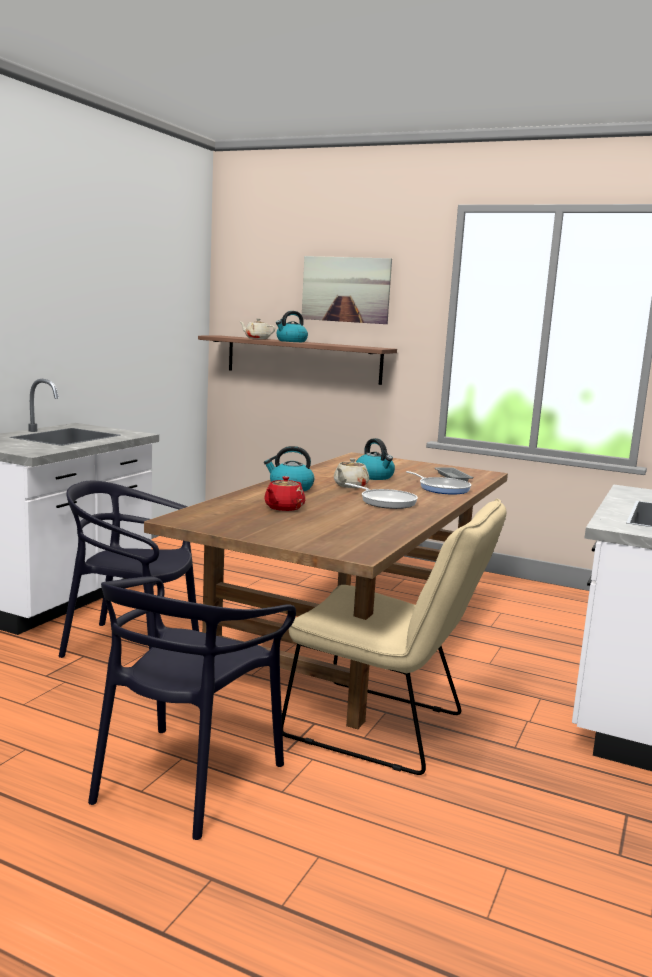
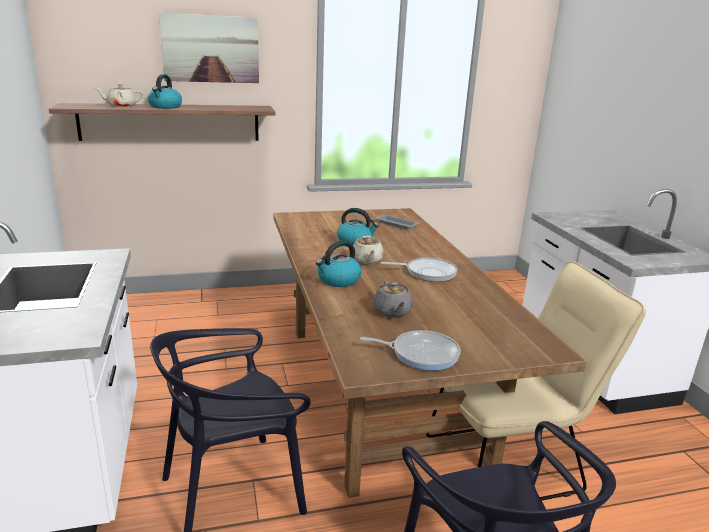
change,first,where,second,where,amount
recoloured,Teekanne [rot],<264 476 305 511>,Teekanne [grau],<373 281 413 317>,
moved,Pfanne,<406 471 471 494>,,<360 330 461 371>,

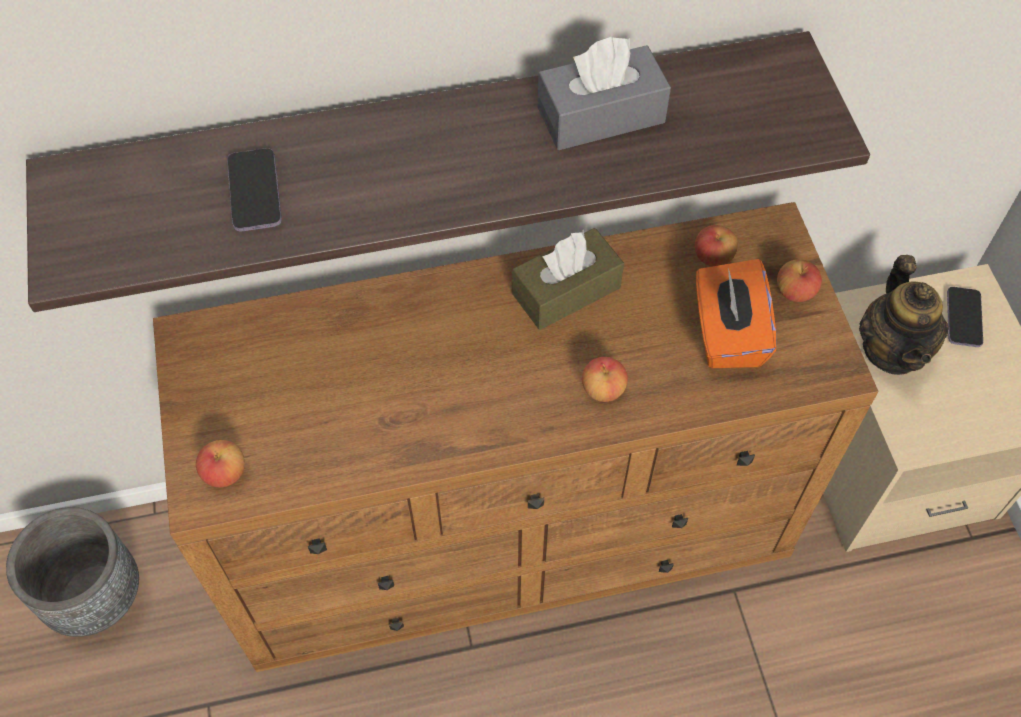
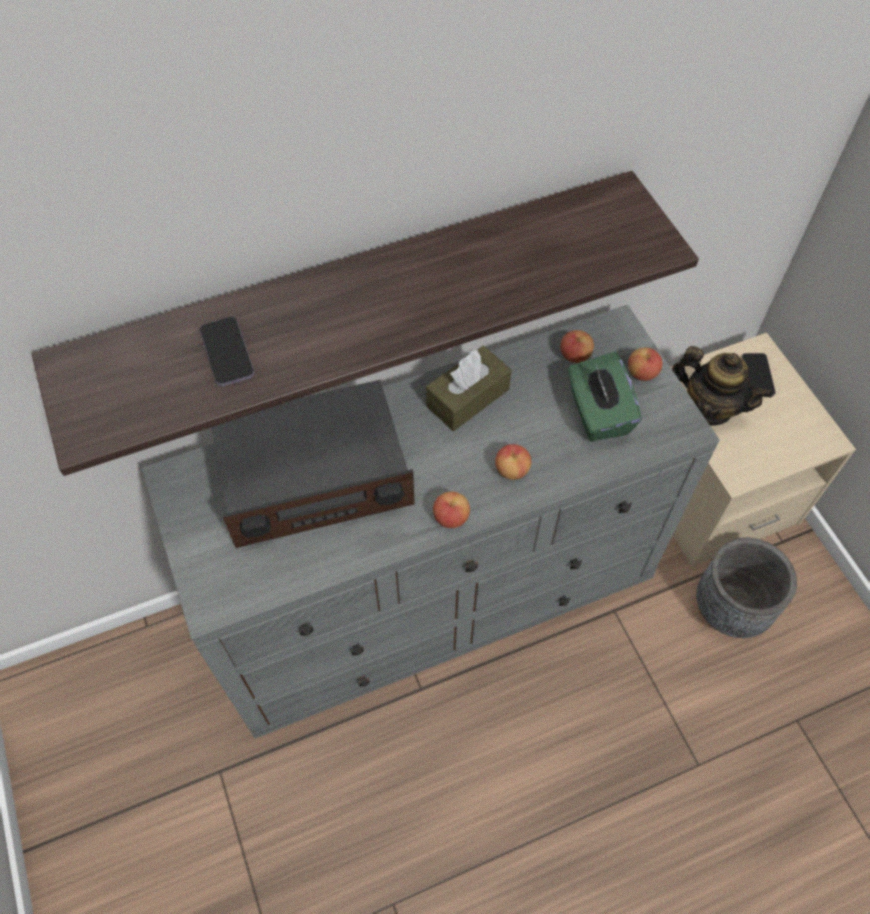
change,first,where,second,where,amount
moved,Pflanzkübel [grau],<6 507 139 637>,,<696 537 797 638>,
recoloured,Kommode [braun],<153 202 878 672>,Kommode [grau],<141 305 719 739>,
moved,Apfel,<196 440 245 488>,,<433 491 470 528>,
removed,Taschentuchbox [grau],<538 37 671 150>,,,
recoloured,Taschentuchbox [orange],<696 259 776 368>,Taschentuchbox [grün],<568 352 642 441>,
turned,Teekanne,<859 255 949 375>,,<672 346 773 426>,45 degrees counterclockwise
added,,,Radio,<211 380 415 548>,

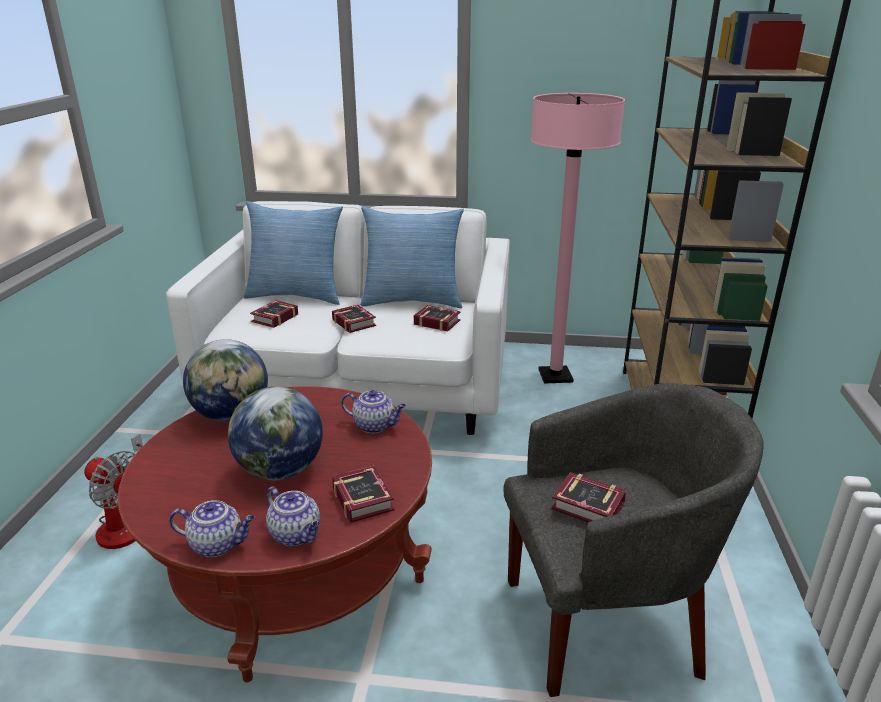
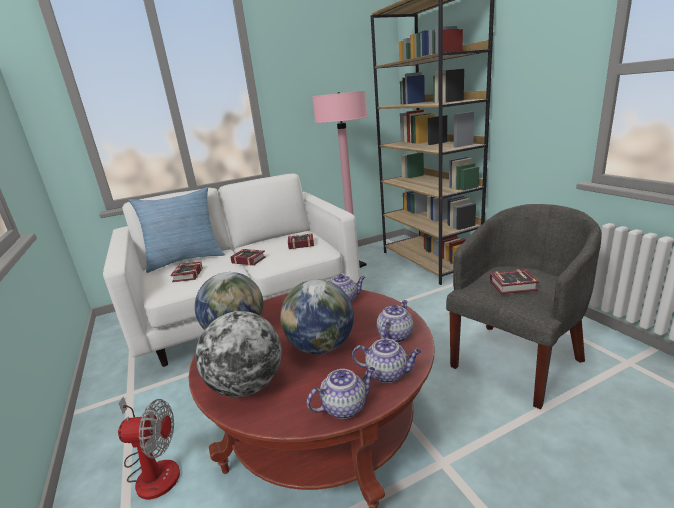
change,first,where,second,where,amount
replaced,Buch,<332 466 394 523>,Teekanne,<377 300 413 343>,
removed,Kissen,<360 207 464 308>,,,
added,,,Globus,<196 311 281 397>,

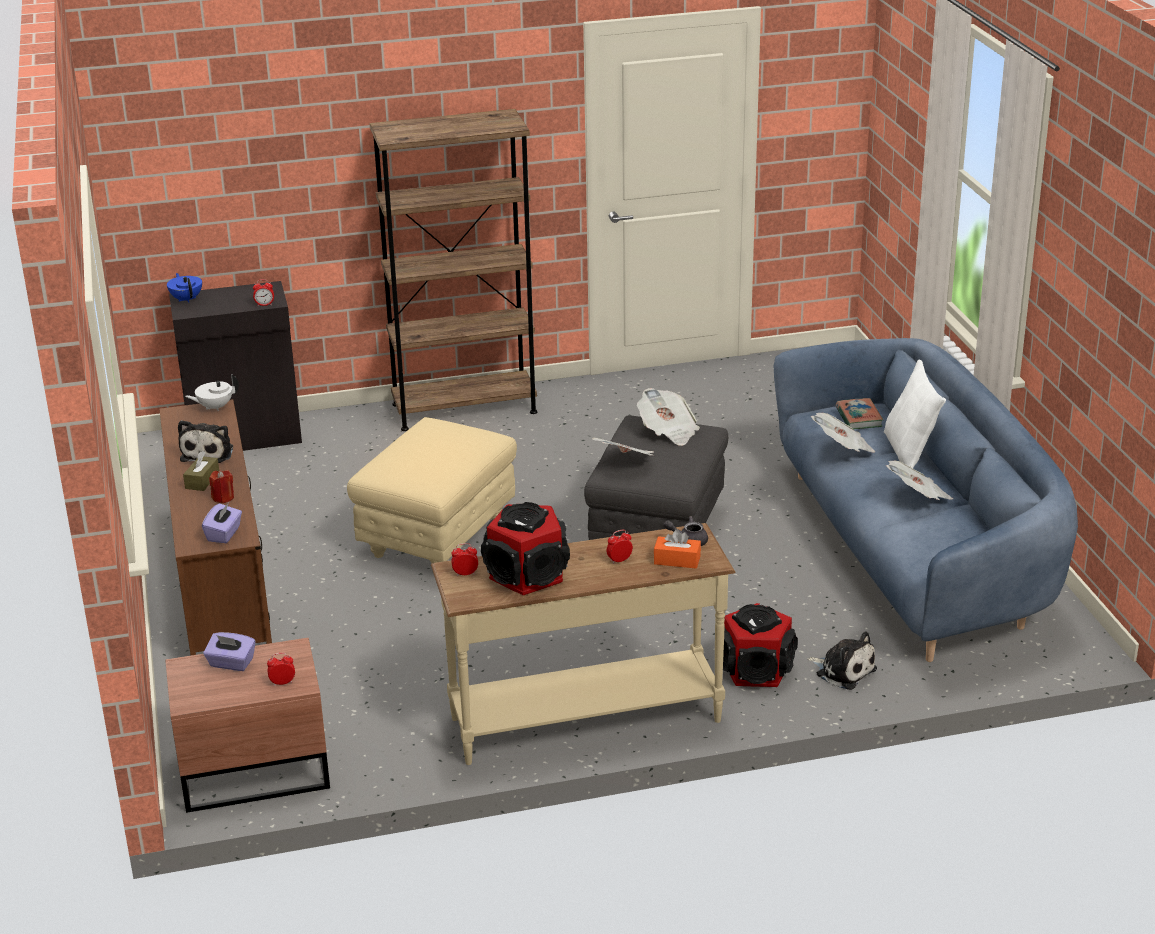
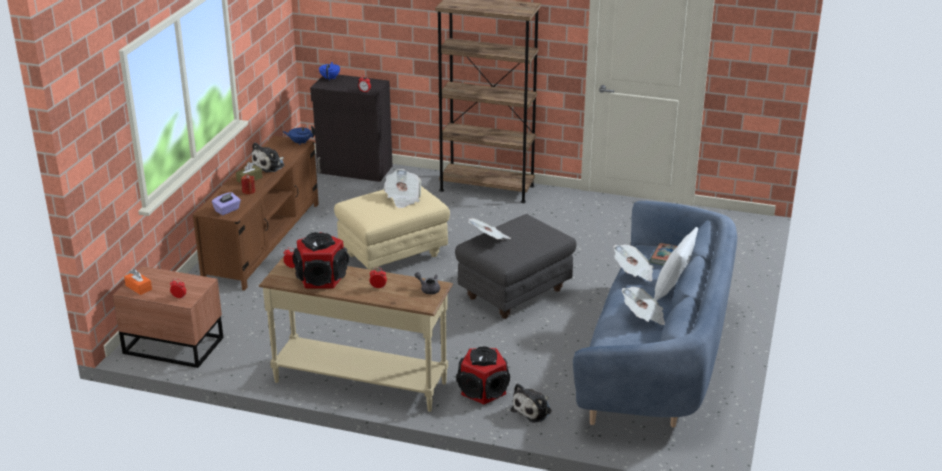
change,first,where,second,where,amount
recoloured,Teekanne [weiß],<185 374 239 411>,Teekanne [blau],<283 125 315 145>,
removed,Taschentuchbox [lila],<203 632 256 671>,,,
moved,Zeitung,<637 388 700 446>,,<384 169 421 208>,
moved,Taschentuchbox [orange],<654 530 701 569>,,<124 269 152 295>,
turned,Plüschtier,<807 631 877 690>,,<511 383 552 423>,60 degrees clockwise

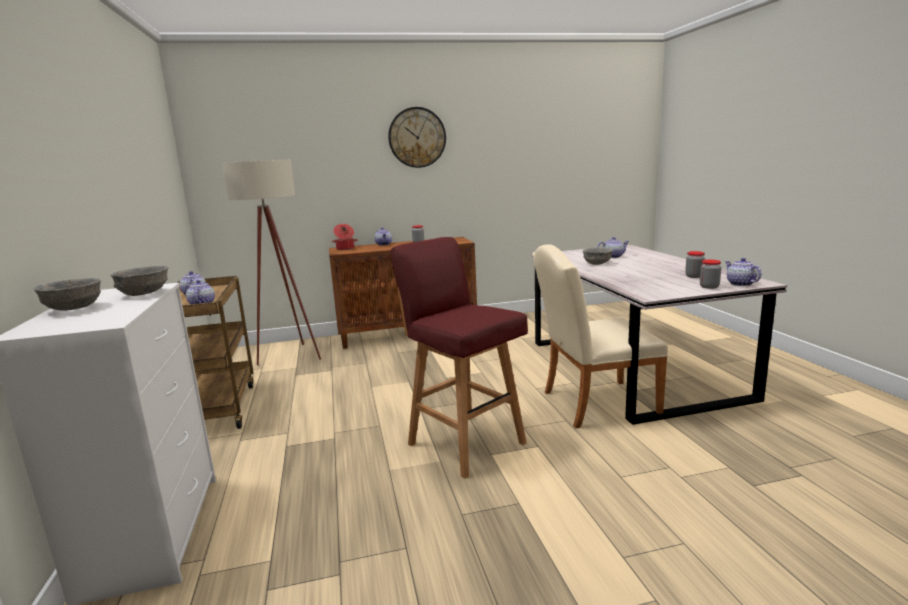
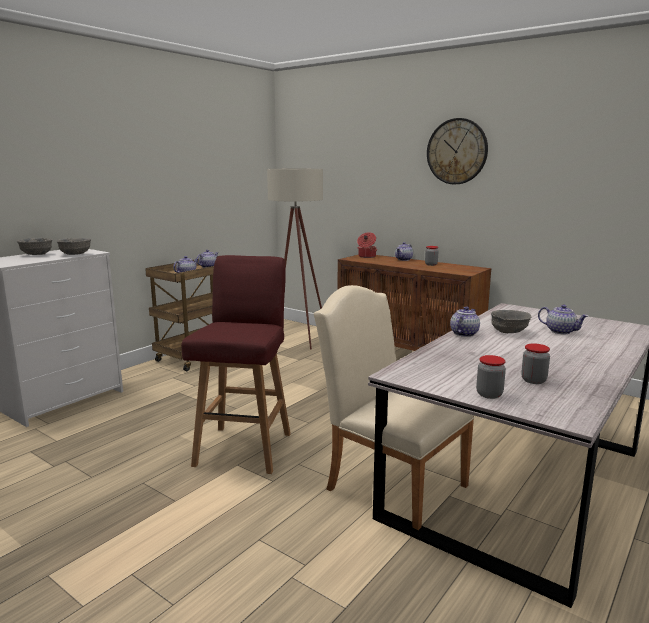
change,first,where,second,where,amount
moved,Teekanne,<725 258 762 286>,,<450 306 480 337>,

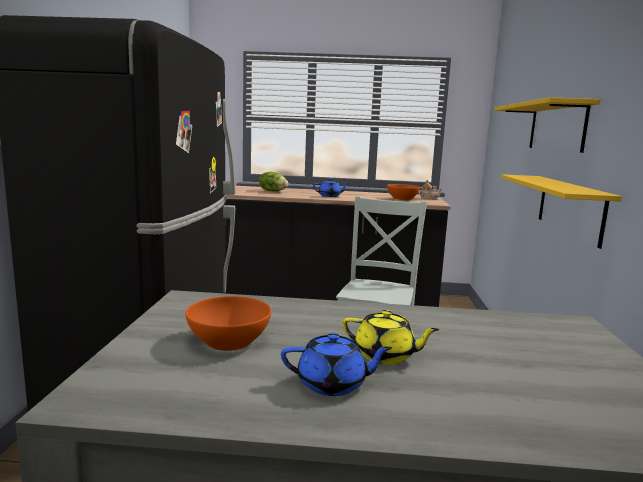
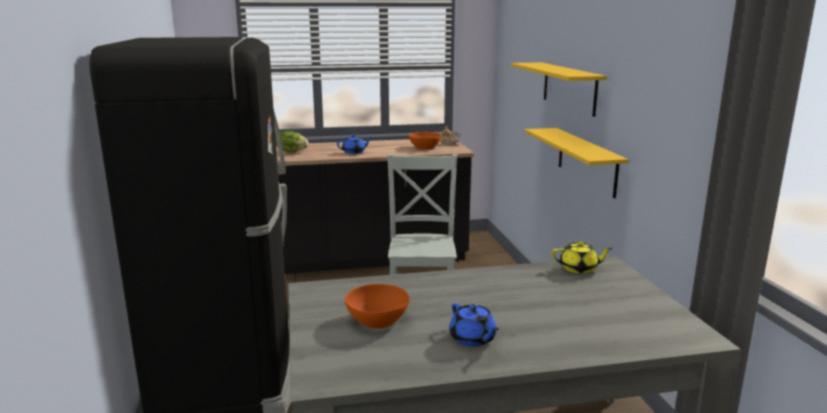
change,first,where,second,where,amount
turned,Teekanne [blau],<281 333 392 396>,,<449 303 499 347>,75 degrees clockwise
moved,Teekanne [gelb],<342 310 439 364>,,<551 241 613 274>,

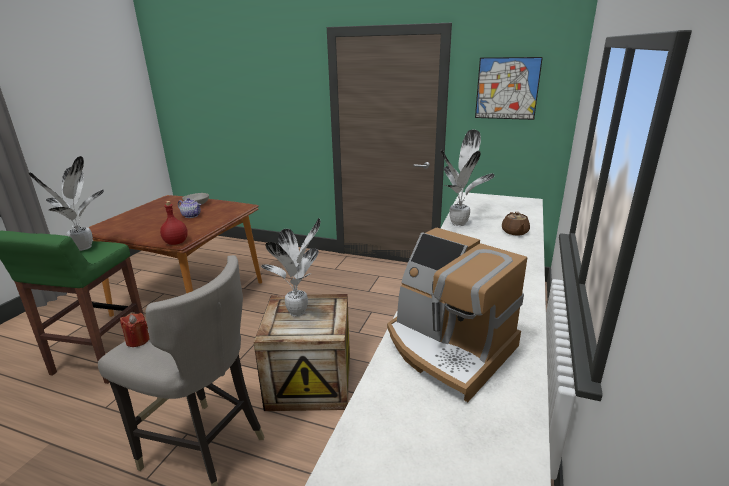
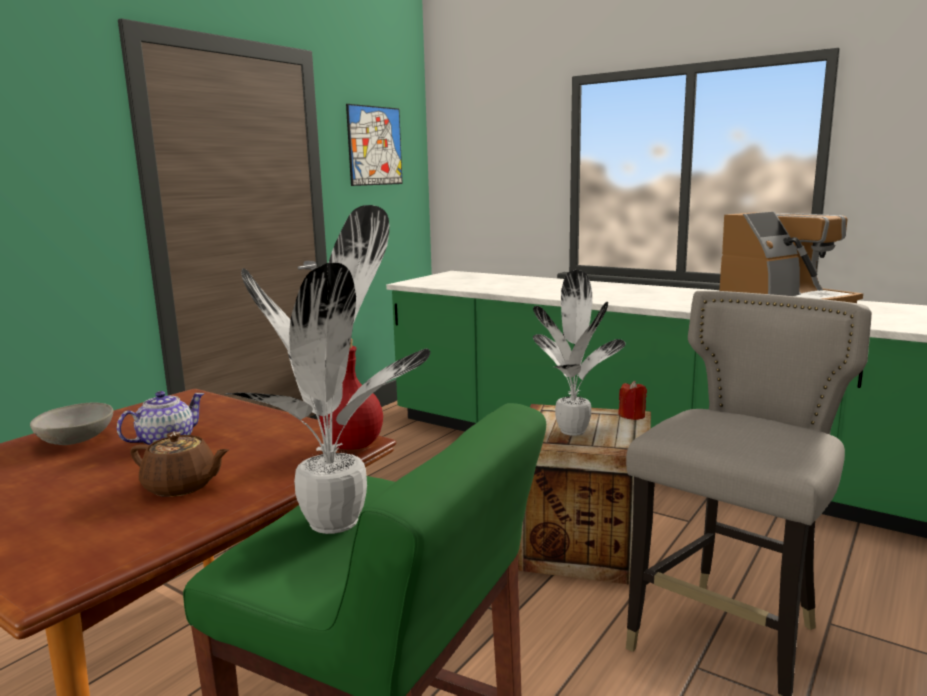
change,first,where,second,where,amount
moved,Kerze [rot],<120 313 149 347>,,<618 381 647 420>,
removed,Topfpflanze,<441 130 495 226>,,,
moved,Teekanne [braun],<502 212 530 236>,,<130 432 229 497>,

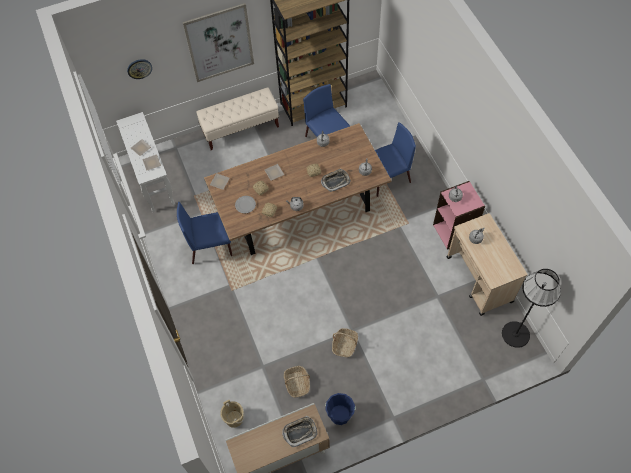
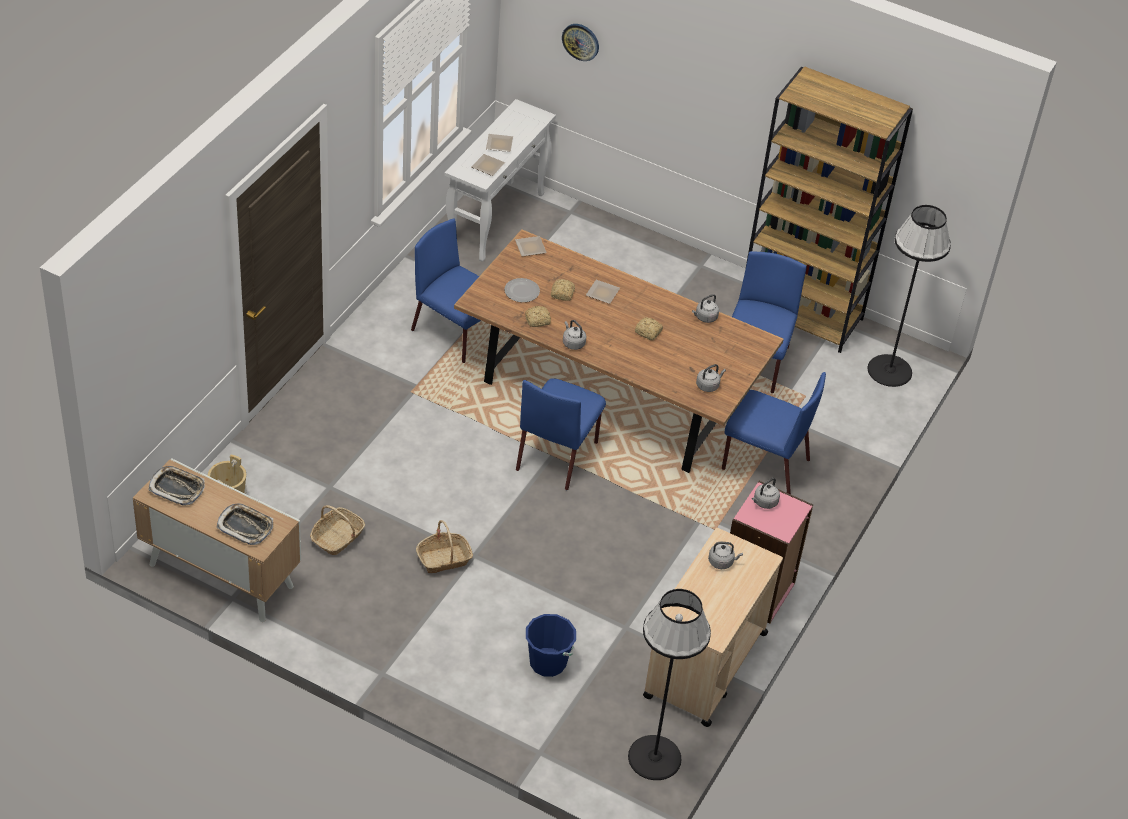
change,first,where,second,where,amount
removed,Bild,<183 3 254 82>,,,
removed,Bank [beige],<196 87 279 150>,,,
moved,Tablett,<321 168 351 192>,,<148 466 205 506>,
moved,Eimer [blau],<325 393 356 425>,,<526 614 576 677>,
added,,,Stuhl [blau],<516 378 606 490>,
added,,,Stehlampe [schwarz],<867 205 951 387>,

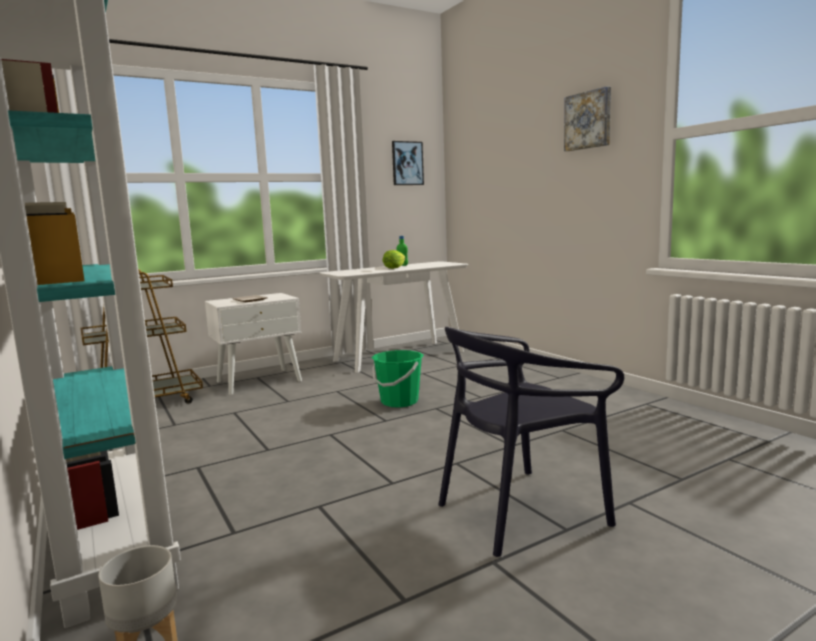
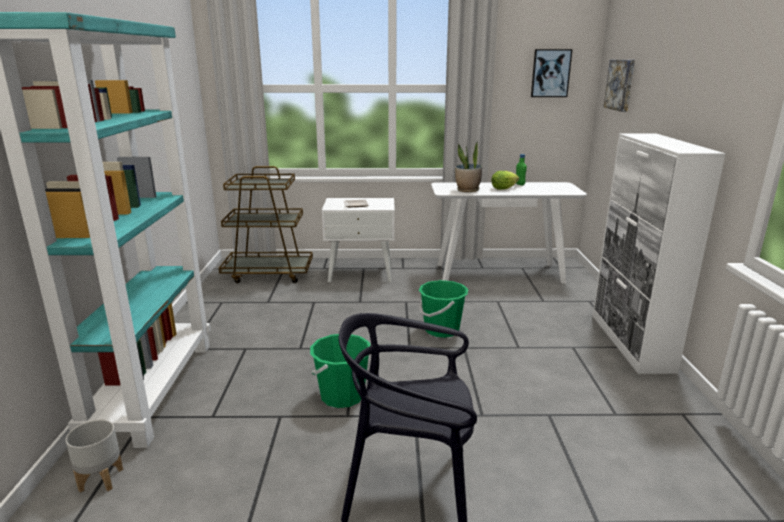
change,first,where,second,where,amount
moved,Bild,<564 86 611 151>,,<603 60 635 112>,
added,,,Eimer [grün],<310 334 371 408>,
added,,,Topfpflanze,<455 142 482 192>,
added,,,Schrank [weiß],<593 134 726 374>,

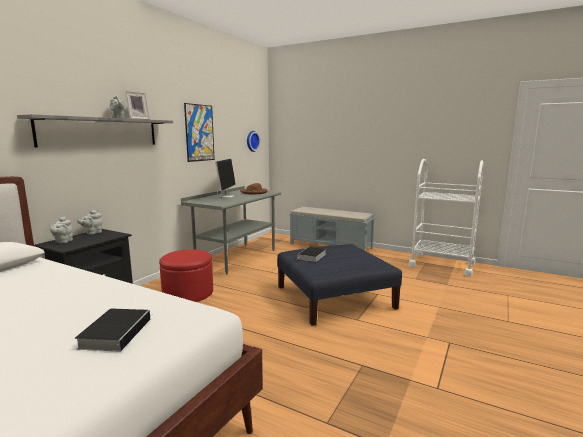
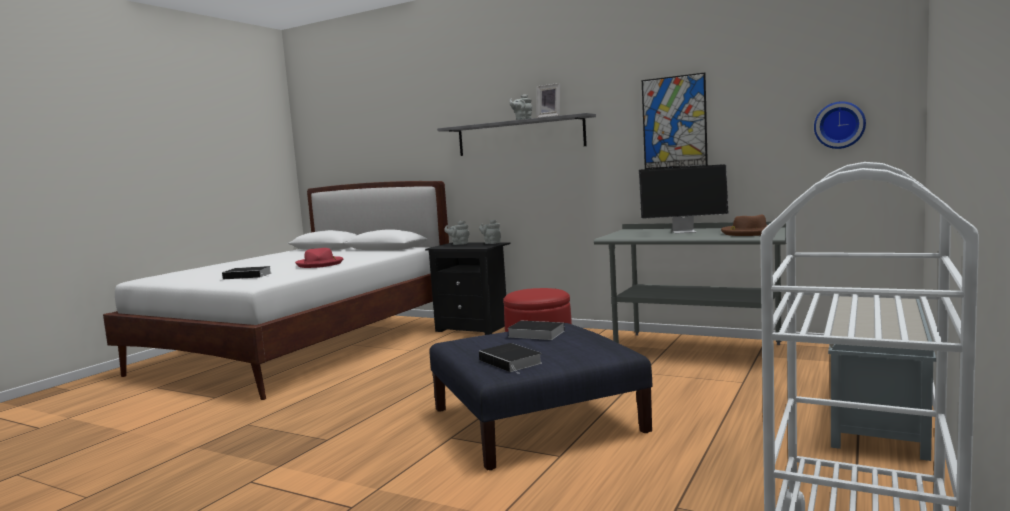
change,first,where,second,where,amount
added,,,Hut [rot],<295 248 343 268>,
added,,,Buch,<479 343 542 374>,

